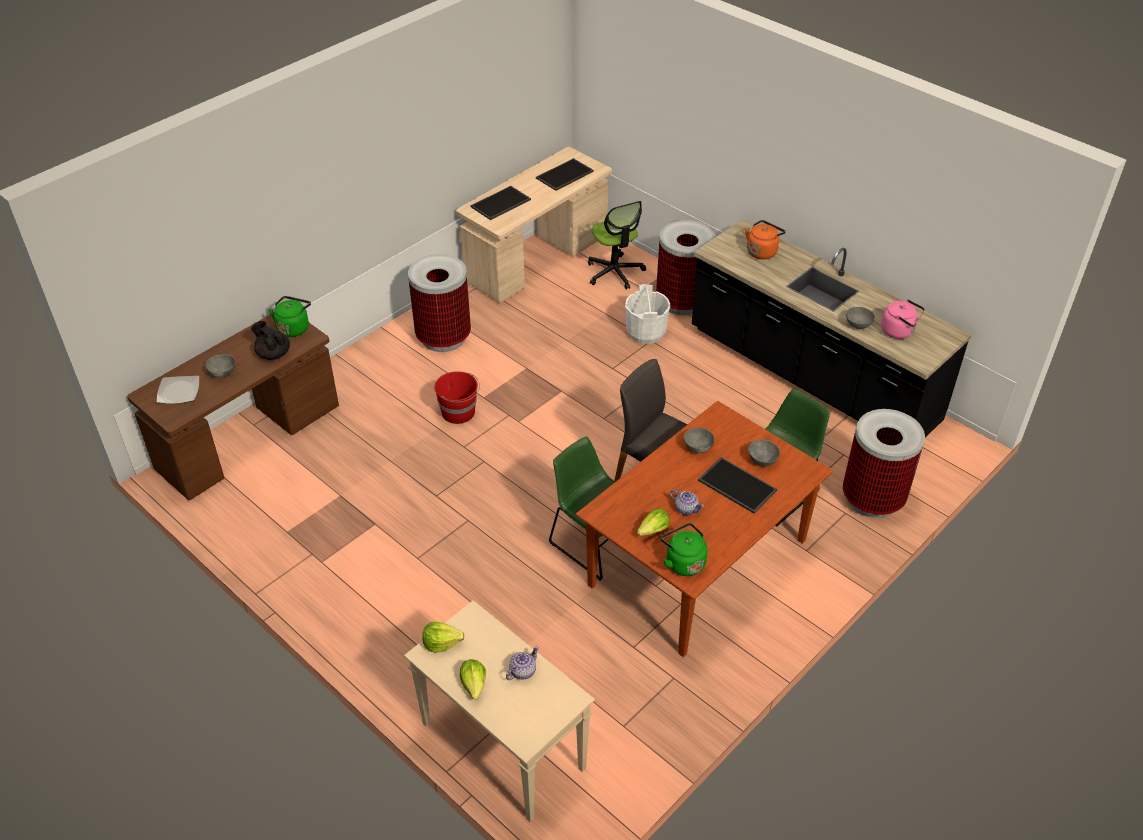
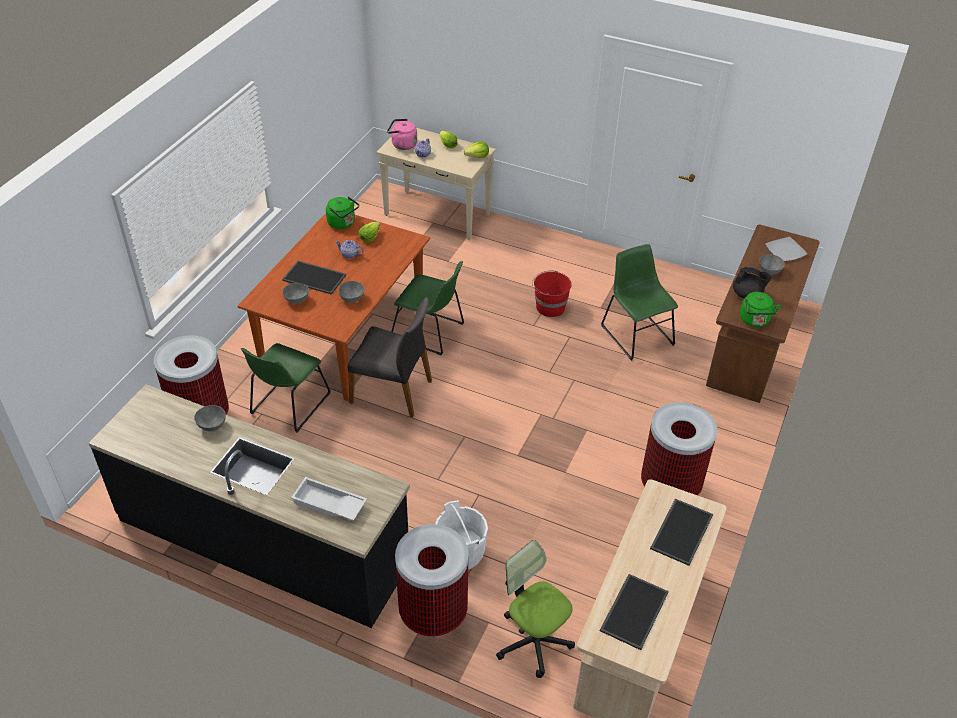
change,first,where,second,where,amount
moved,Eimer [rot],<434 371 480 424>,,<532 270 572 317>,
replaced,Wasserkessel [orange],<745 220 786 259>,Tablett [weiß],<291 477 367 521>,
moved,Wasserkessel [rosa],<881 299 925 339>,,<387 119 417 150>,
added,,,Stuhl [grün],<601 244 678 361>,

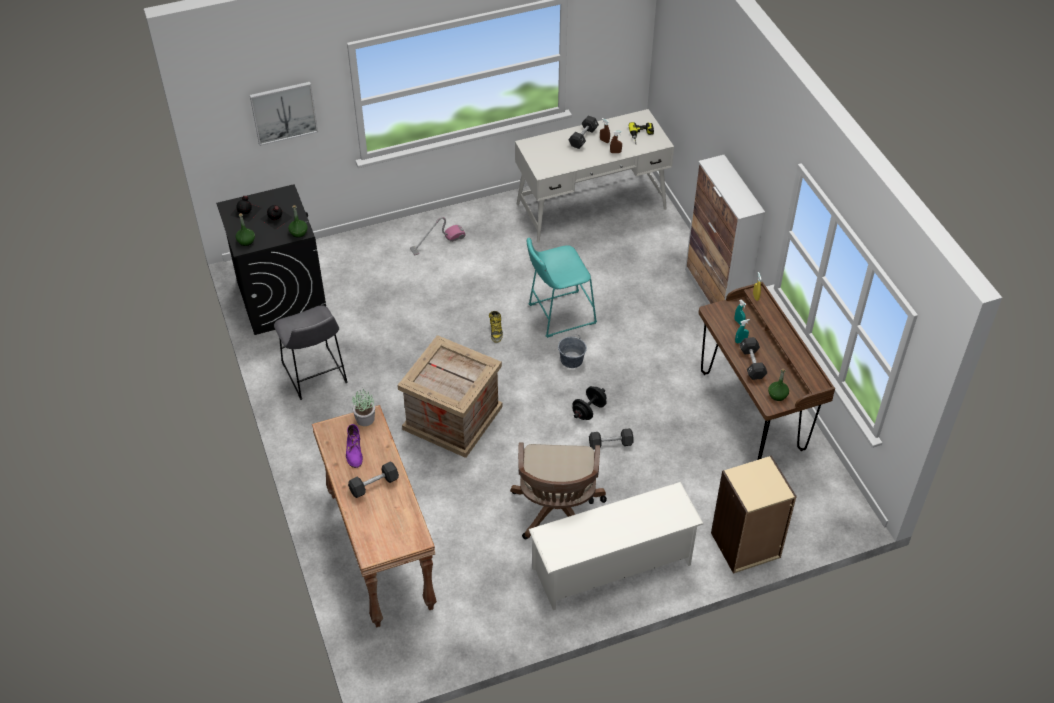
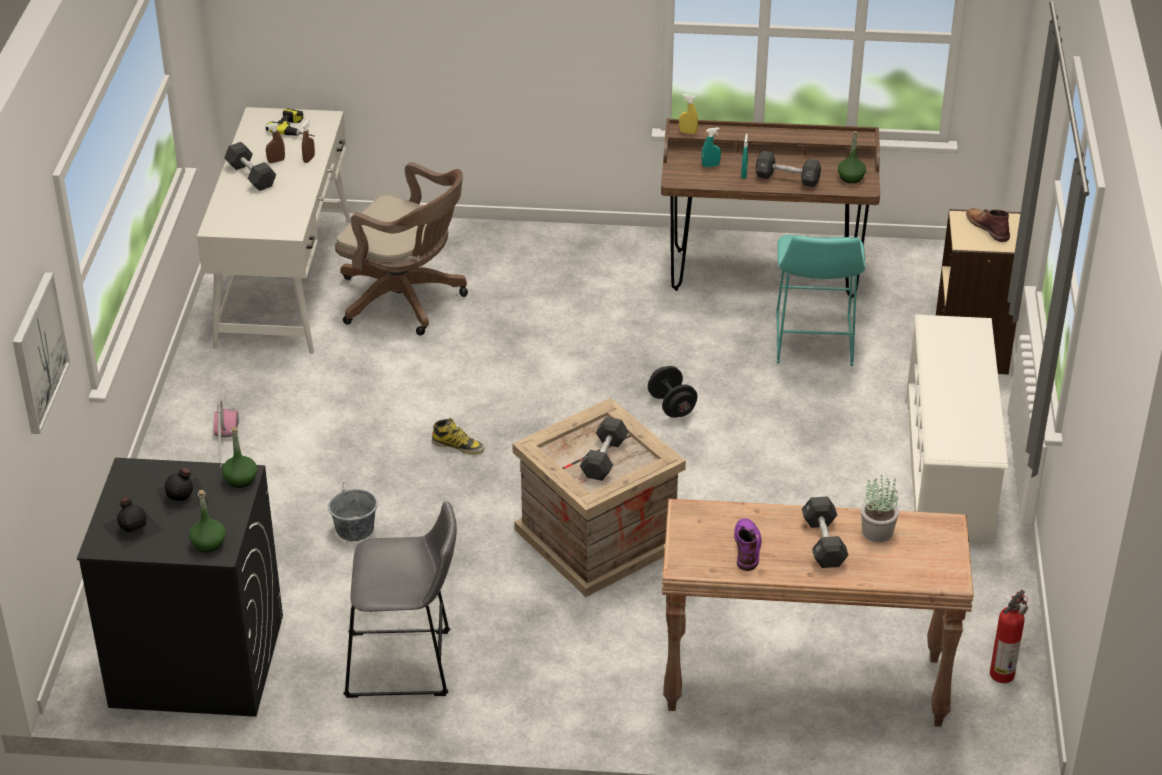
change,first,where,second,where,amount
turned,Stiefel [lila],<346 424 363 468>,,<734 518 762 571>,105 degrees counterclockwise
moved,Topfpflanze,<352 389 375 426>,,<861 475 899 543>,
moved,Bürostuhl [braun],<510 442 607 539>,,<335 162 468 336>,
moved,Hocker [türkis],<527 238 597 338>,,<776 235 865 366>,
moved,Eimer [grau],<558 334 587 368>,,<328 482 378 541>,
moved,Hantel [schwarz],<589 428 634 449>,,<580 417 629 481>,
removed,Schrank,<685 155 765 305>,,,
added,,,Stiefel [braun],<966 208 1010 242>,
added,,,Feuerlöscher,<990 590 1028 683>,

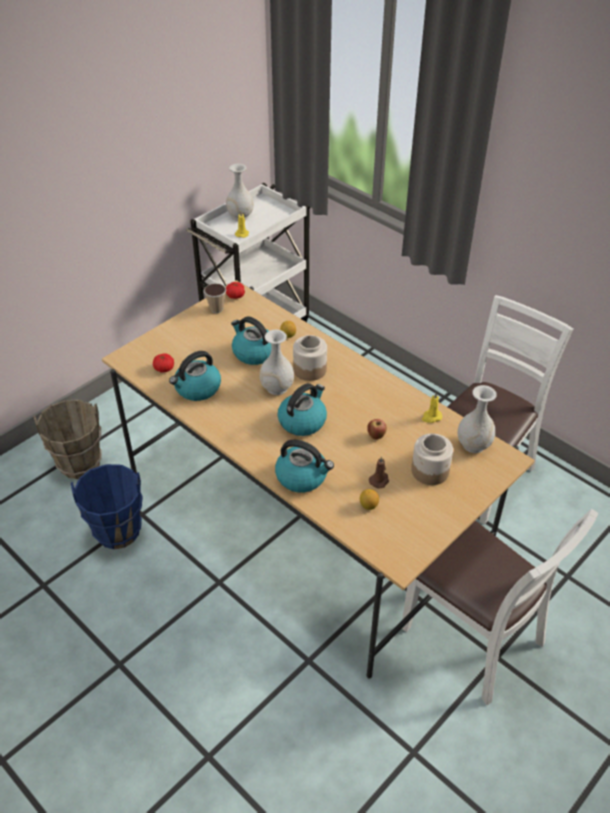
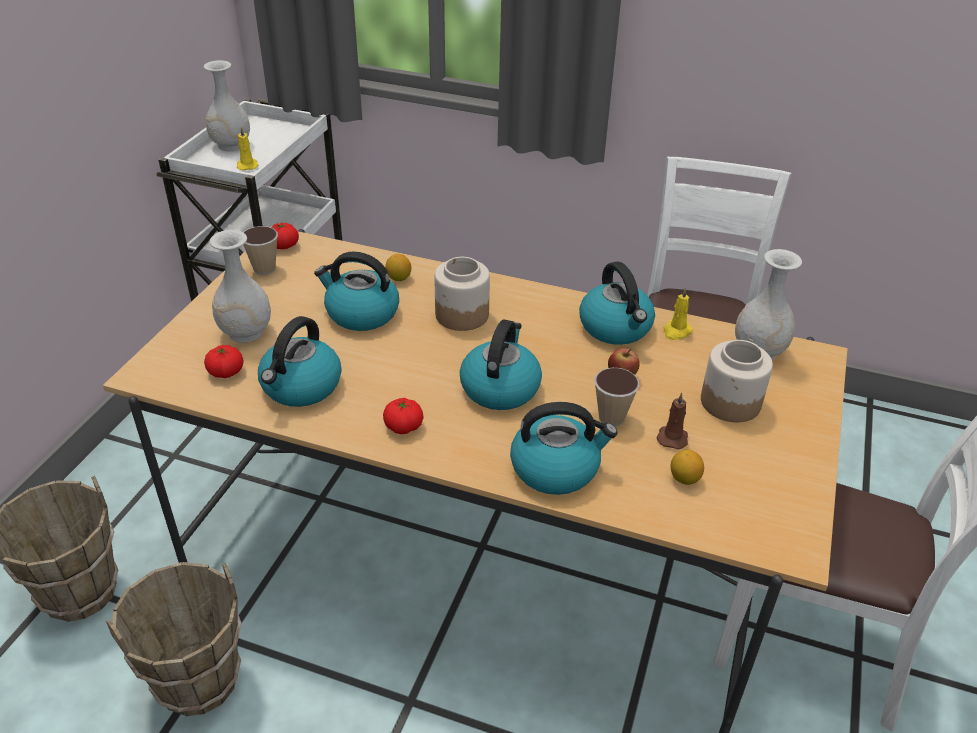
change,first,where,second,where,amount
recoloured,Eimer [blau],<71 464 143 549>,Eimer [braun],<106 562 242 716>,
moved,Vase [weiß],<260 330 294 395>,,<210 230 271 343>,
added,,,Tomate,<383 398 423 434>,
added,,,Wasserkessel,<579 261 655 345>,
added,,,Tasse,<594 368 639 426>,

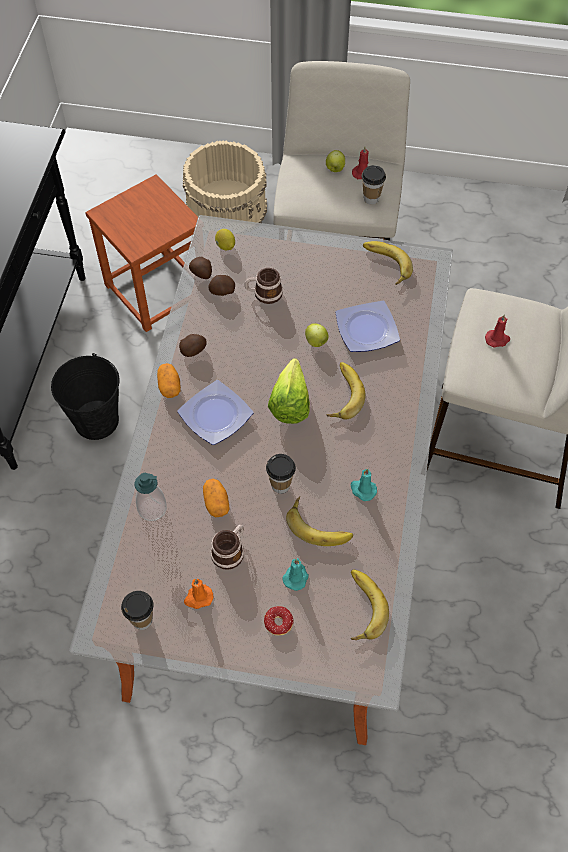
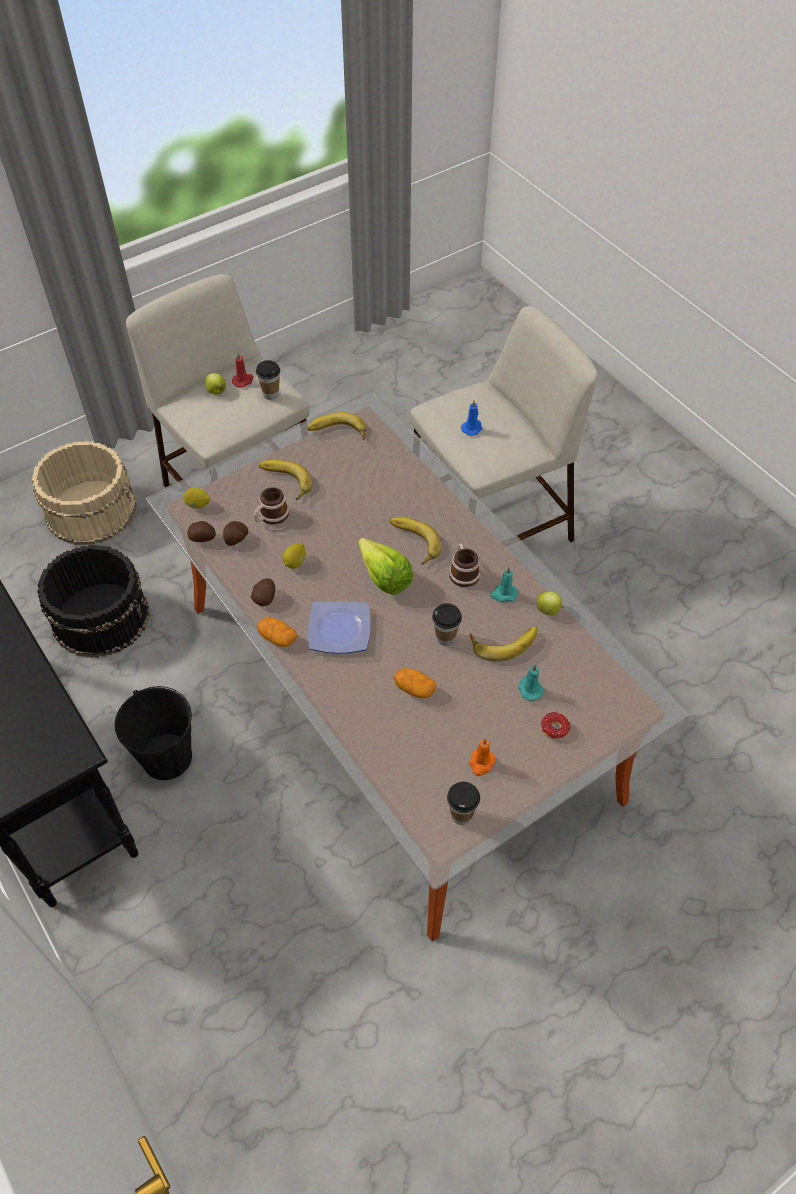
change,first,where,second,where,amount
replaced,Hocker [braun],<85 174 198 332>,Eimer [schwarz],<37 545 150 658>,
removed,Seifenspender,<134 473 167 521>,,,
moved,Henkelbecher,<210 525 244 570>,,<449 543 481 587>,
moved,Apfel,<305 323 329 347>,,<537 591 564 615>,
removed,Teller,<335 301 400 352>,,,
moved,Banane,<351 570 389 640>,,<259 460 313 500>,
recoloured,Kerze [rot],<485 314 510 348>,Kerze [blau],<461 400 482 436>,
added,,,Zitrone,<283 543 306 569>,

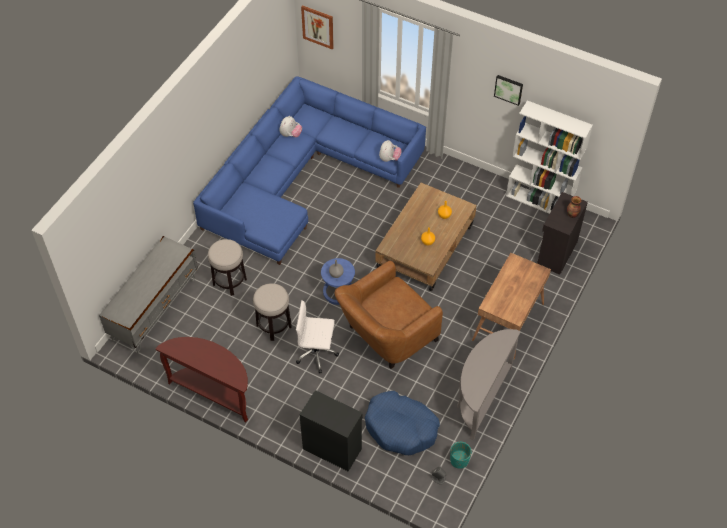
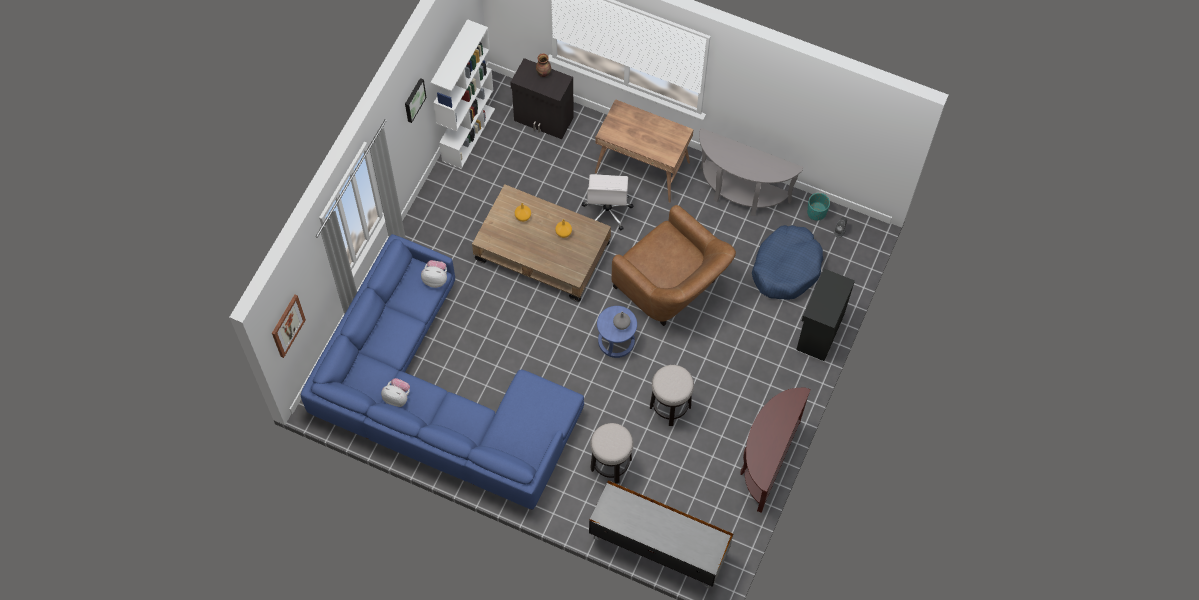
change,first,where,second,where,amount
moved,Bürostuhl [weiß],<296 300 339 373>,,<582 174 633 230>,

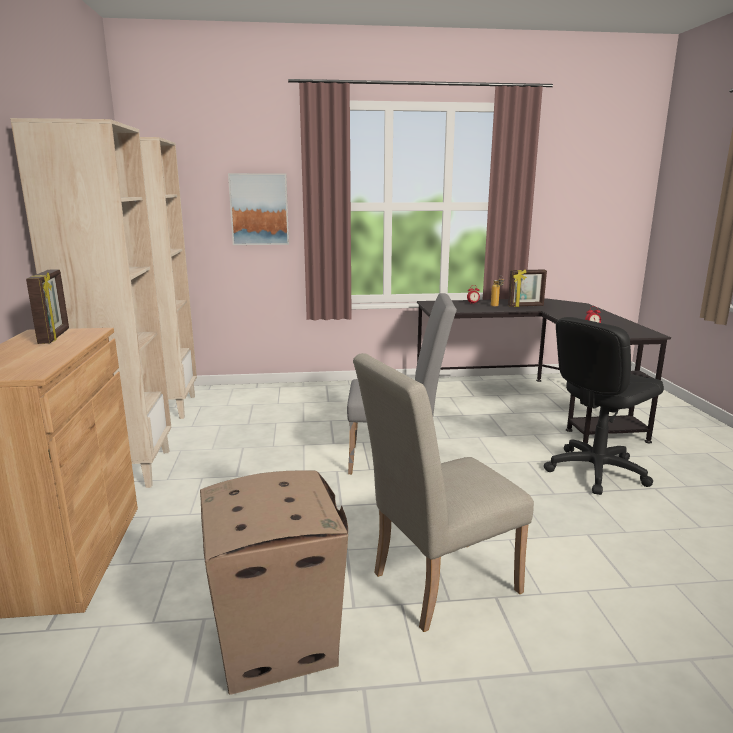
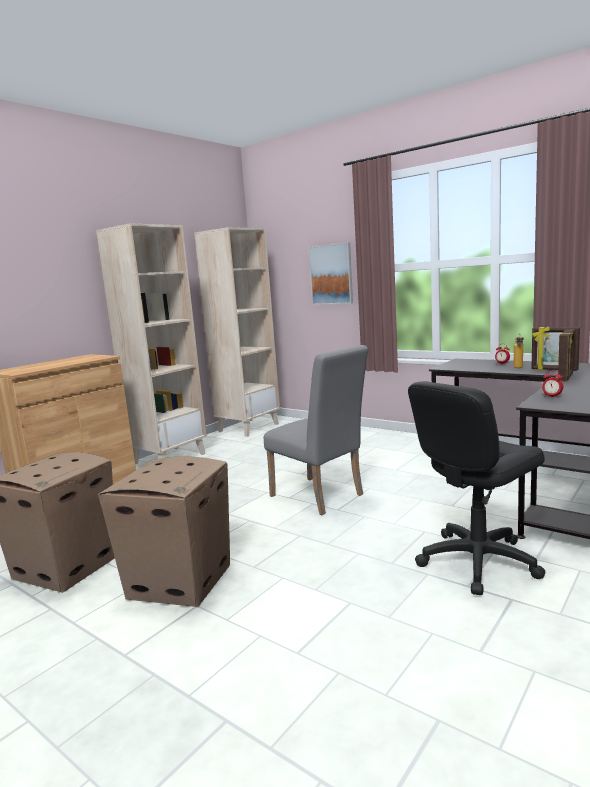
change,first,where,second,where,amount
moved,Bilderrahmen,<26 269 69 344>,,<558 329 575 381>,
replaced,Stuhl [beige],<353 353 534 632>,Karton,<98 456 230 607>,
turned,Bürostuhl [schwarz],<544 317 664 495>,,<408 381 545 595>,45 degrees counterclockwise

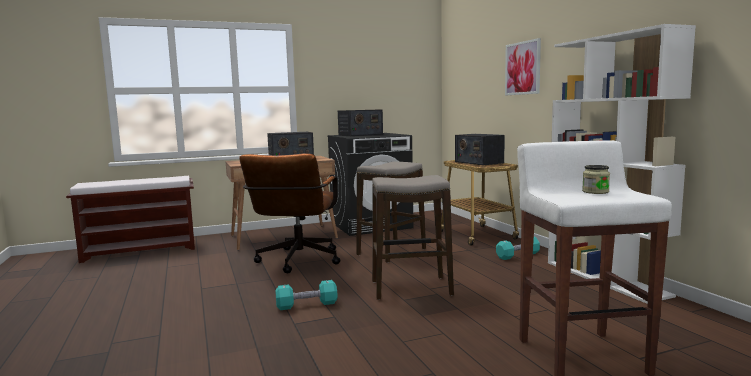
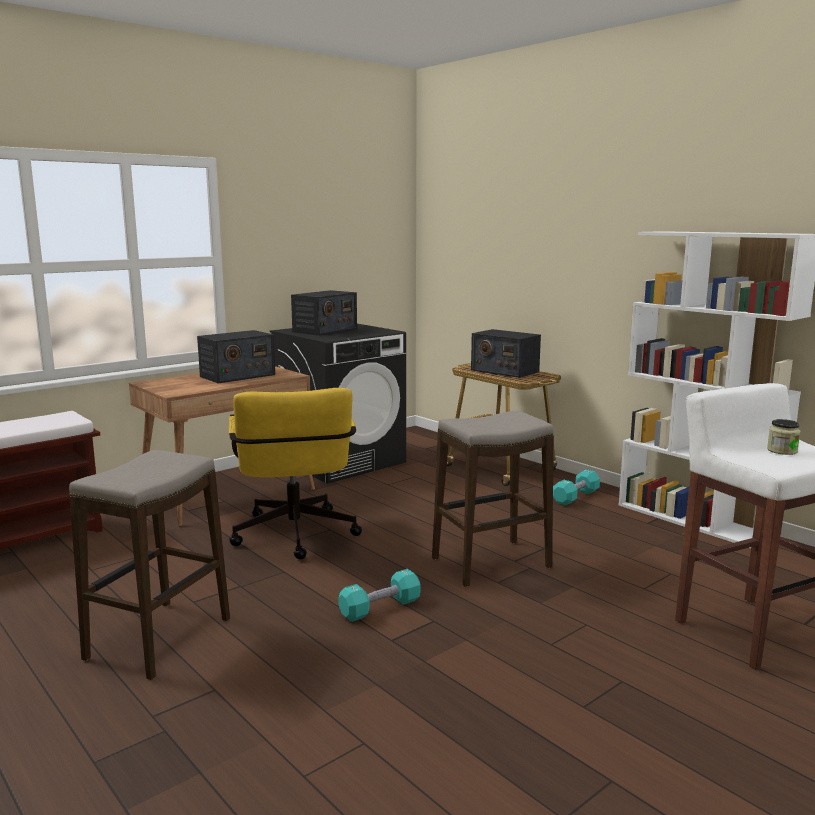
change,first,where,second,where,amount
recoloured,Bürostuhl [braun],<239 153 340 273>,Bürostuhl [gelb],<229 388 362 560>,
moved,Hocker,<356 161 426 263>,,<69 450 230 680>,
removed,Bild,<505 38 541 95>,,,

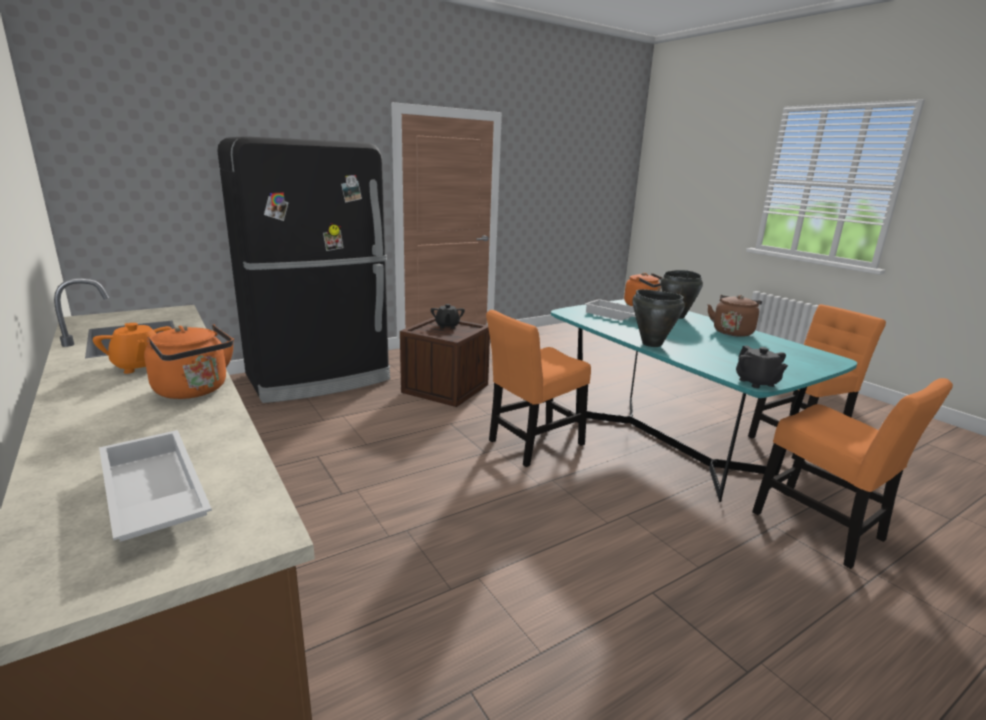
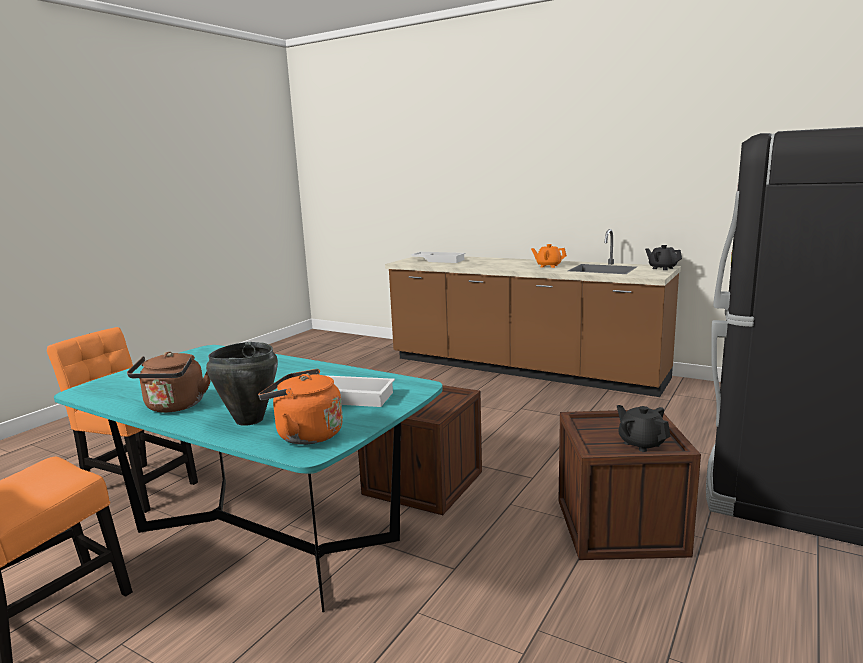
change,first,where,second,where,amount
removed,Wasserkessel [orange],<144 324 234 399>,,,
replaced,Stuhl [orange],<486 310 591 467>,Kiste,<358 385 482 515>,
removed,Kochtopf [schwarz],<632 289 685 347>,,,
moved,Teekanne [schwarz],<736 345 788 388>,,<645 245 682 270>,

